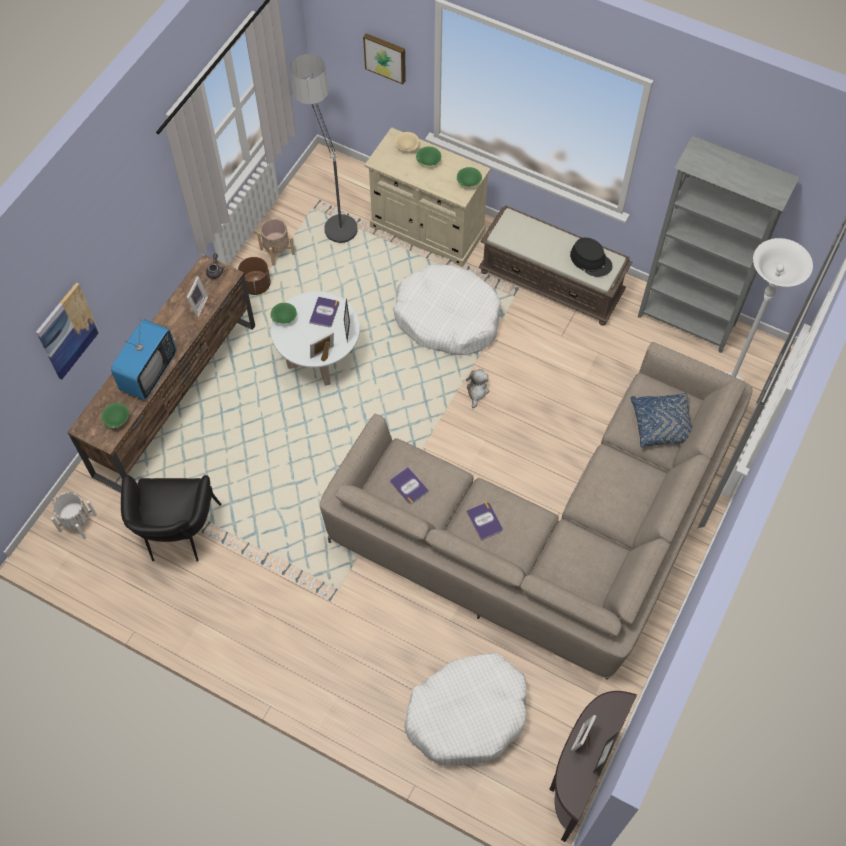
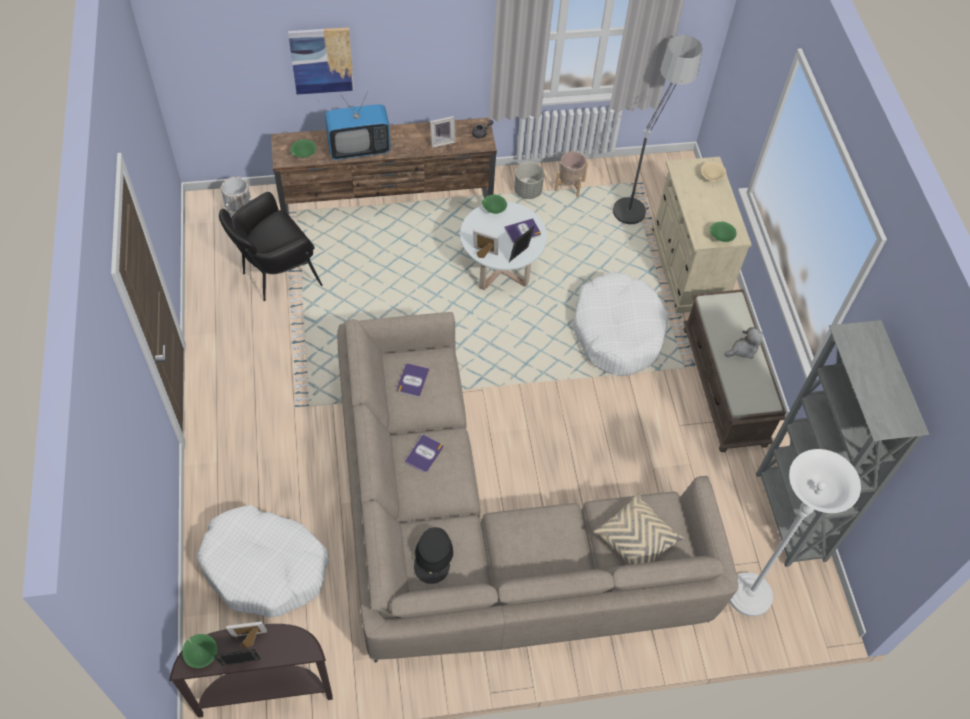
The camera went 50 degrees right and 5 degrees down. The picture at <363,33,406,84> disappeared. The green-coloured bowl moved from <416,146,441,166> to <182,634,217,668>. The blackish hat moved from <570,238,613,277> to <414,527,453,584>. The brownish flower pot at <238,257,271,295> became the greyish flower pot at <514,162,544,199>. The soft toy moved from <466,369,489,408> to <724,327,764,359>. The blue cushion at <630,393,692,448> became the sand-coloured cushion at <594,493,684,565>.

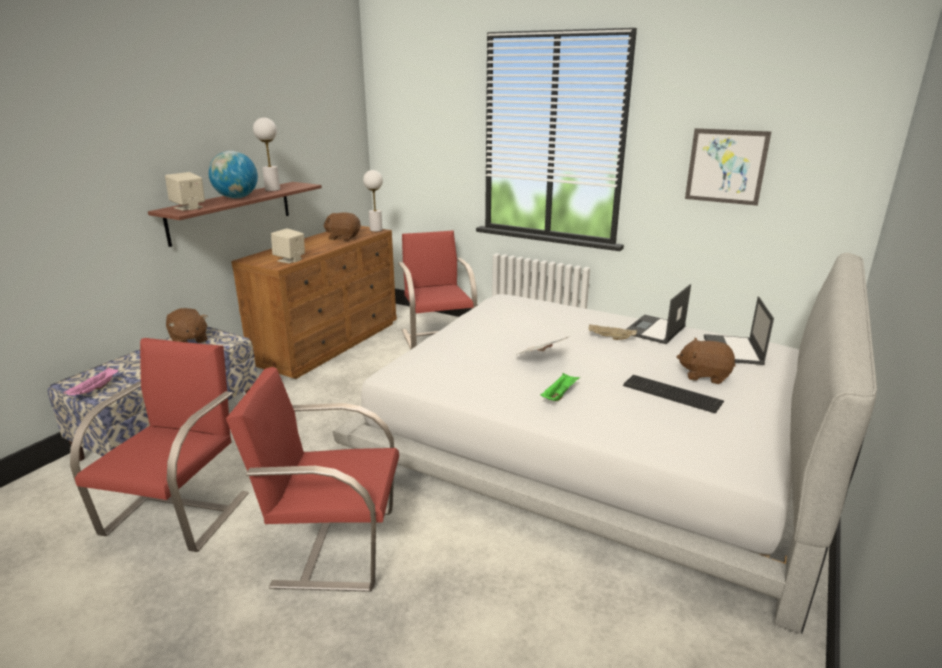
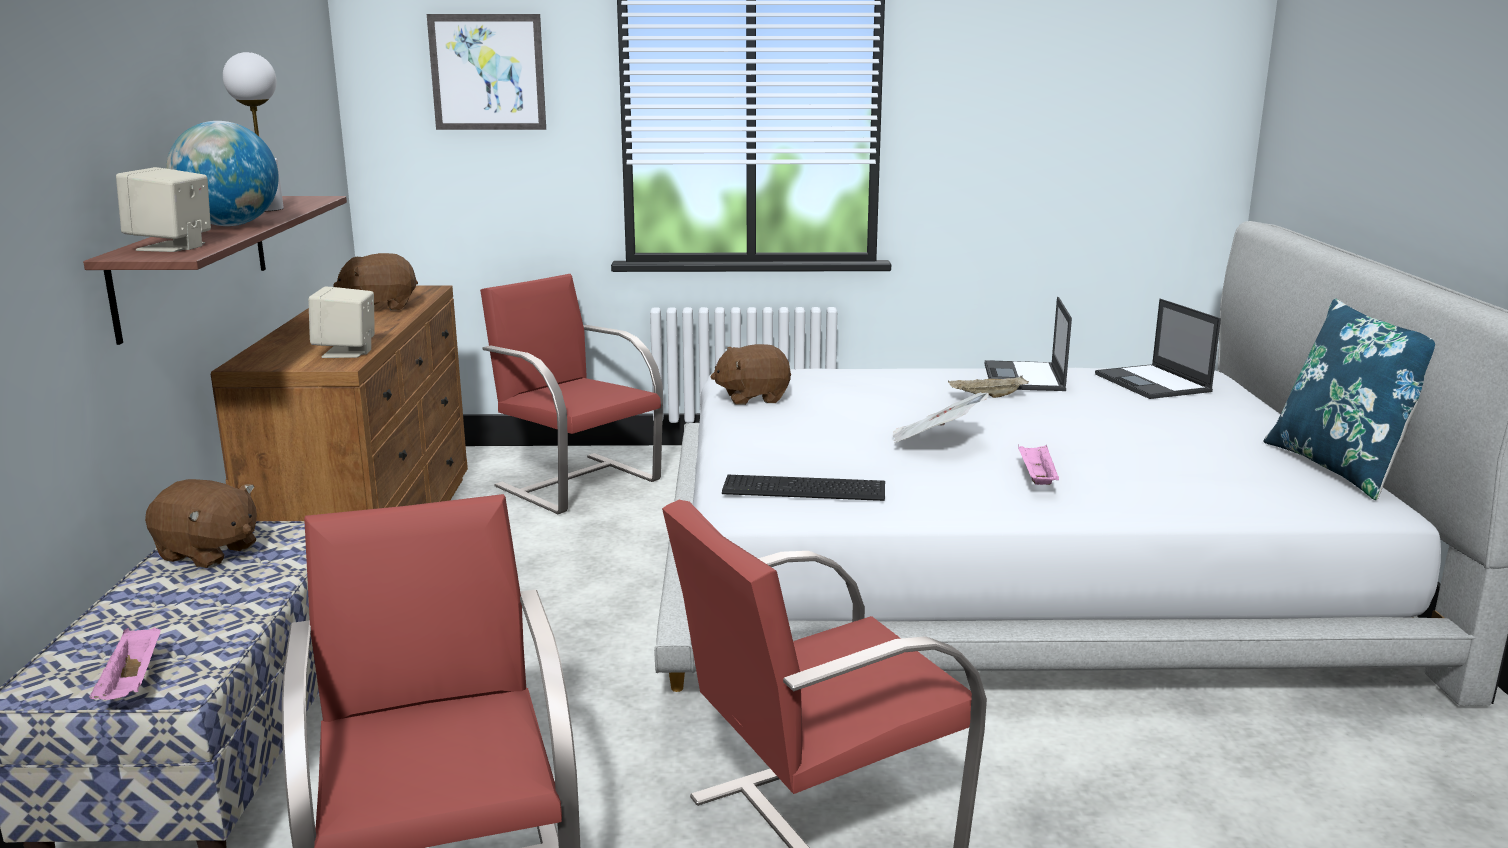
The camera went 30 degrees left and 5 degrees down. The picture moved from <685,128,771,206> to <427,14,546,130>. The white lamp for a table at <363,170,383,232> disappeared. The brownish soft toy moved from <676,338,736,384> to <710,344,791,405>. The green-coloured serving tray at <540,373,580,401> became the pinkish serving tray at <1018,444,1059,485>. The PC keyboard moved from <623,375,724,414> to <722,475,885,501>. The blue cushion at <1264,299,1435,500> appeared.

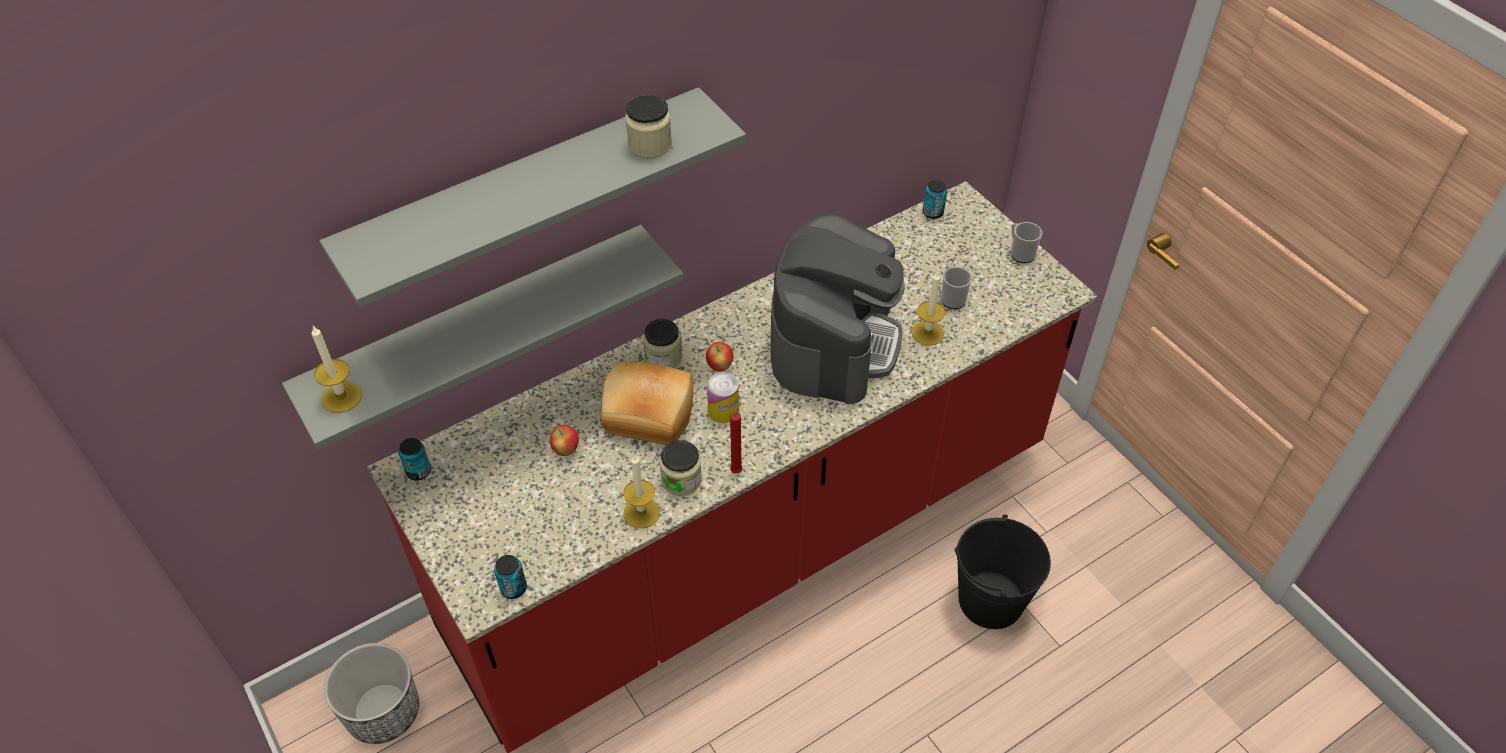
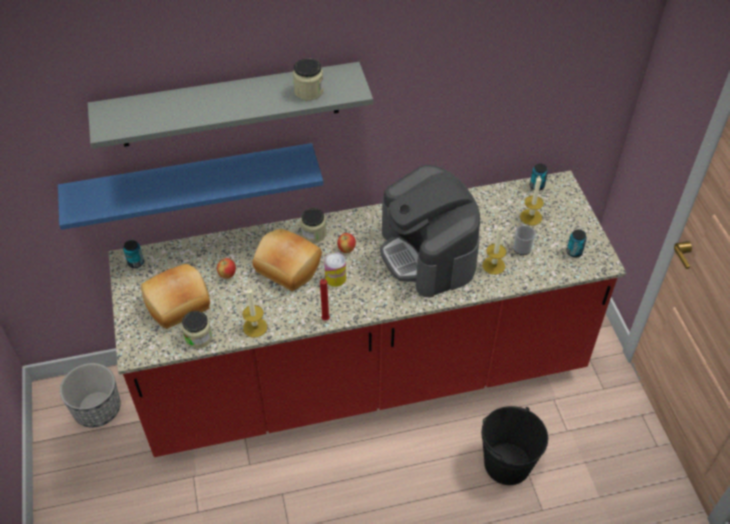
The camera went 20 degrees right and 0 degrees up. The coffee brewer at <770,214,905,404> turned 120 degrees clockwise. The tea mug at <1011,222,1042,263> disappeared. The greyish wall shelf at <282,225,684,450> became the blue wall shelf at <58,143,323,230>. The wax candle moved from <311,326,362,413> to <520,176,544,225>. The jar moved from <660,440,702,496> to <182,311,213,348>. The metal can moved from <494,555,527,599> to <567,229,587,257>. The bread at <141,264,210,329> appeared.

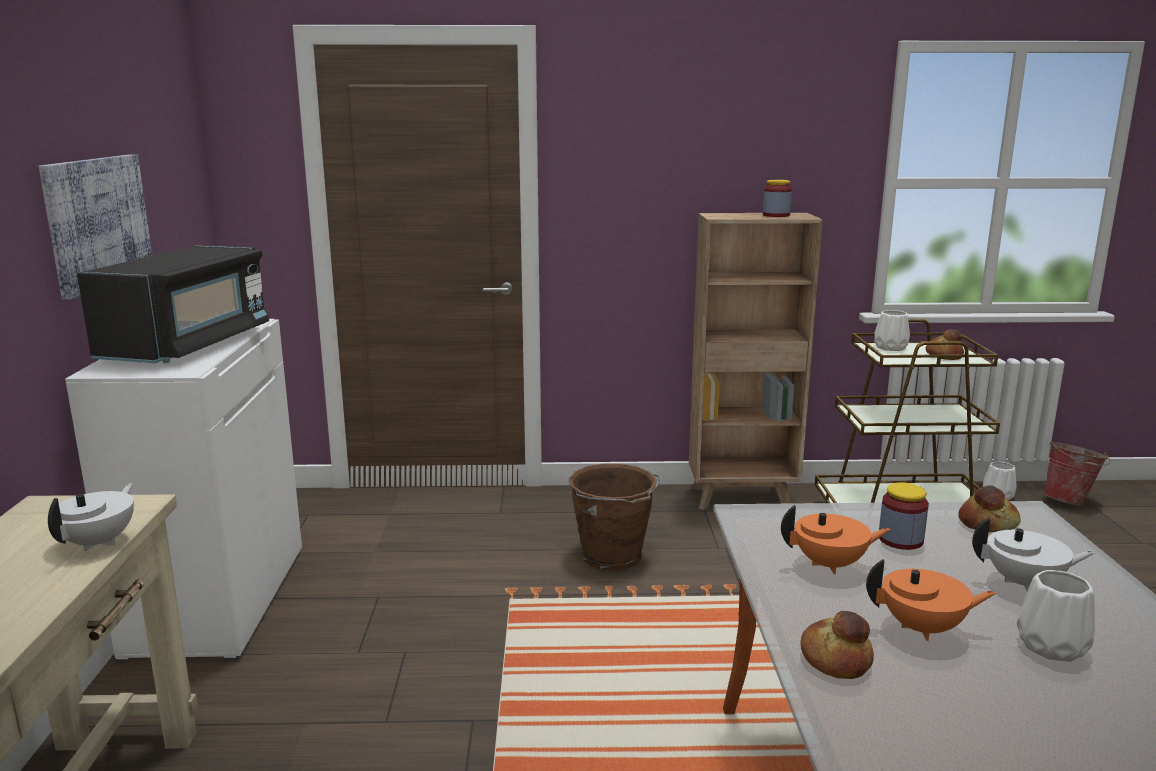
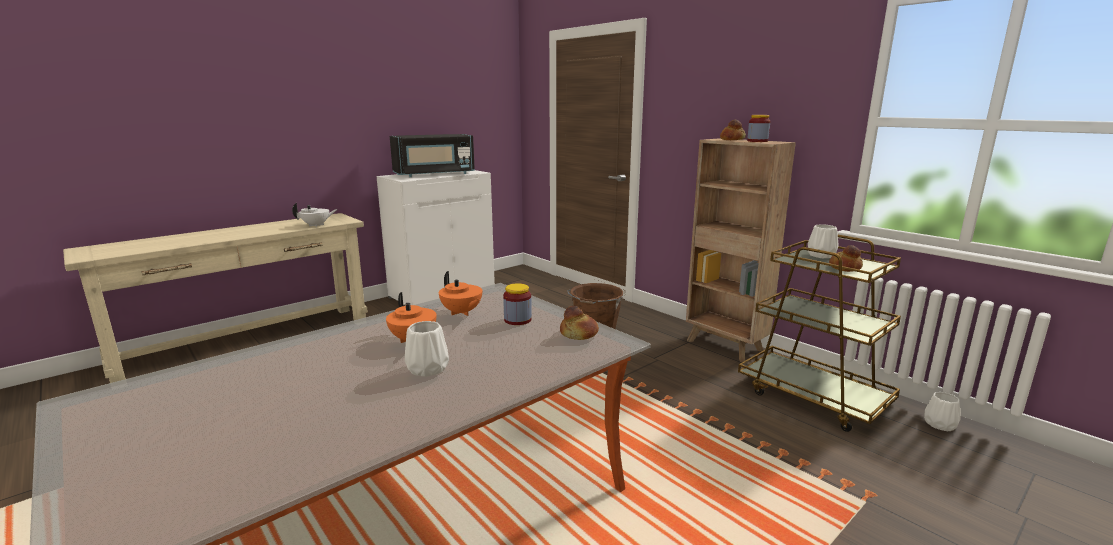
The camera went 50 degrees right and 0 degrees up. The picture at <39,154,152,300> disappeared. The water bucket at <1044,441,1110,506> disappeared. The white tea pot at <972,518,1096,591> disappeared. The bread moved from <801,611,874,679> to <720,119,746,140>.

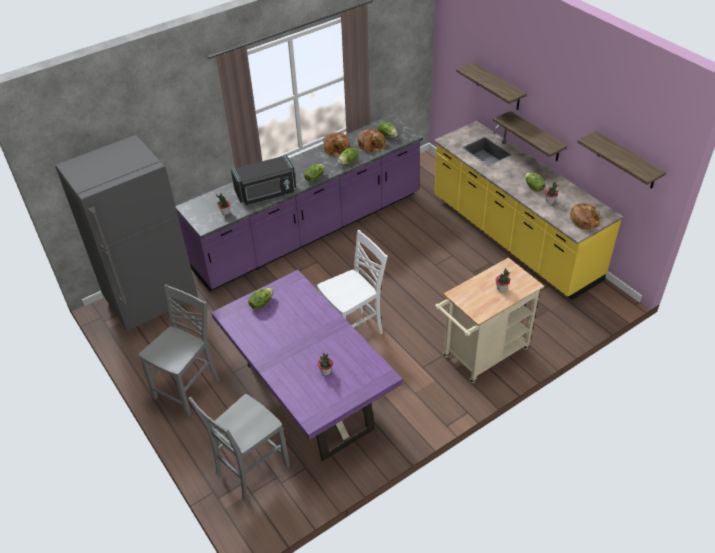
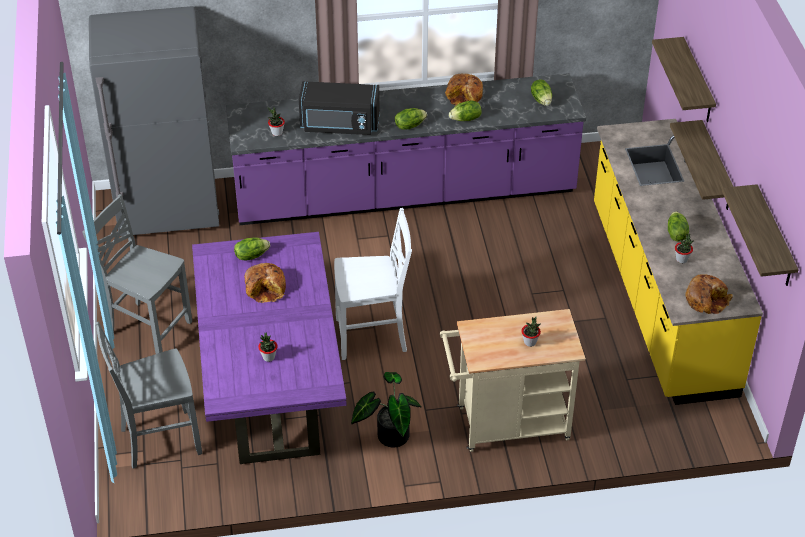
The camera went 25 degrees right and 0 degrees up. The bread moved from <358,129,387,153> to <245,263,286,303>. The greyish upright chair at <139,284,220,417> turned 120 degrees counterclockwise. The potted plant at <351,372,422,448> appeared.

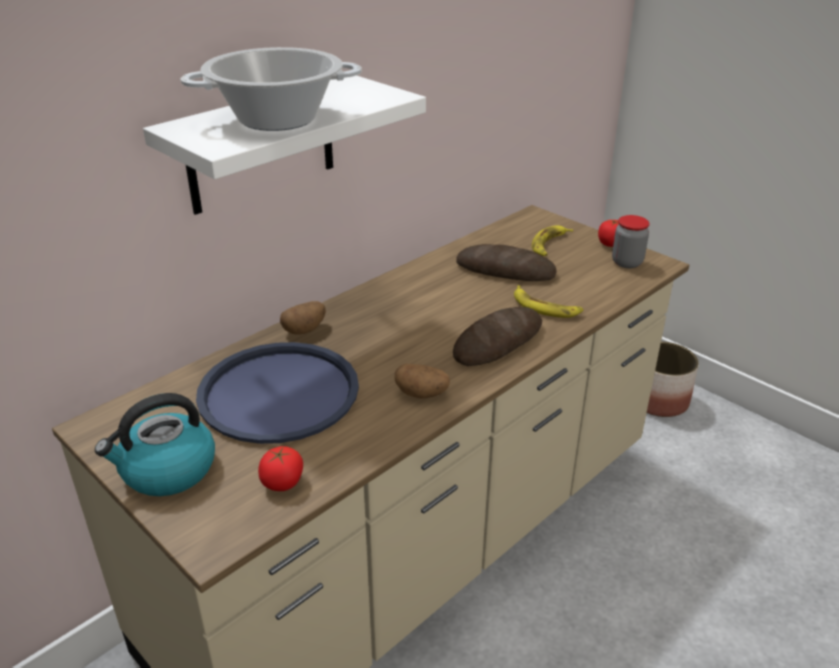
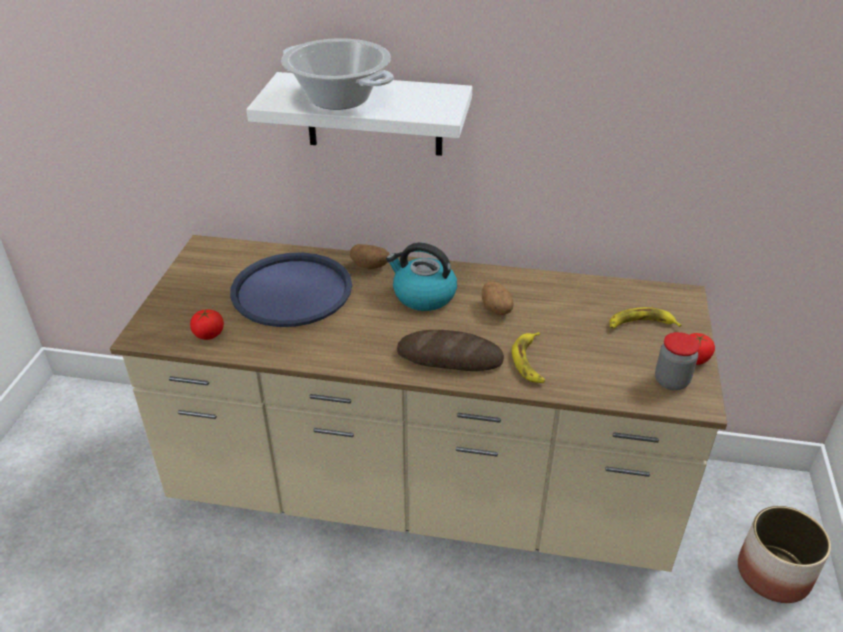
The camera went 55 degrees right and 5 degrees up. The bread at <456,244,556,281> disappeared. The potato moved from <395,364,450,398> to <482,281,513,315>. The tea kettle moved from <95,393,215,496> to <386,243,457,311>.

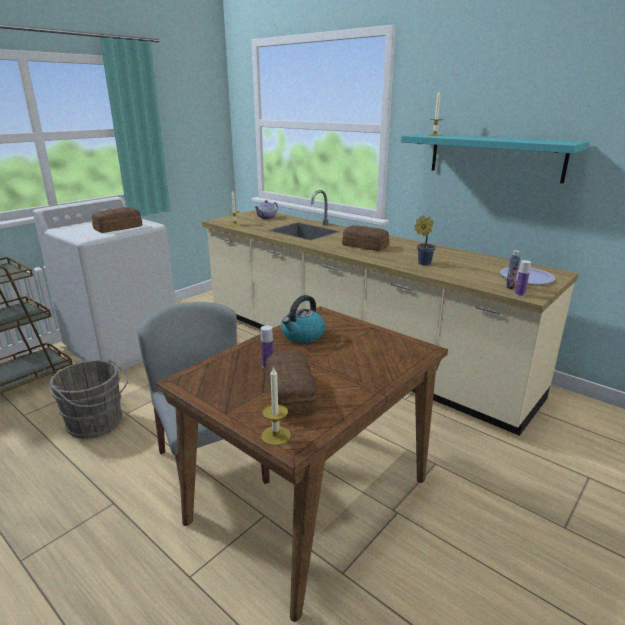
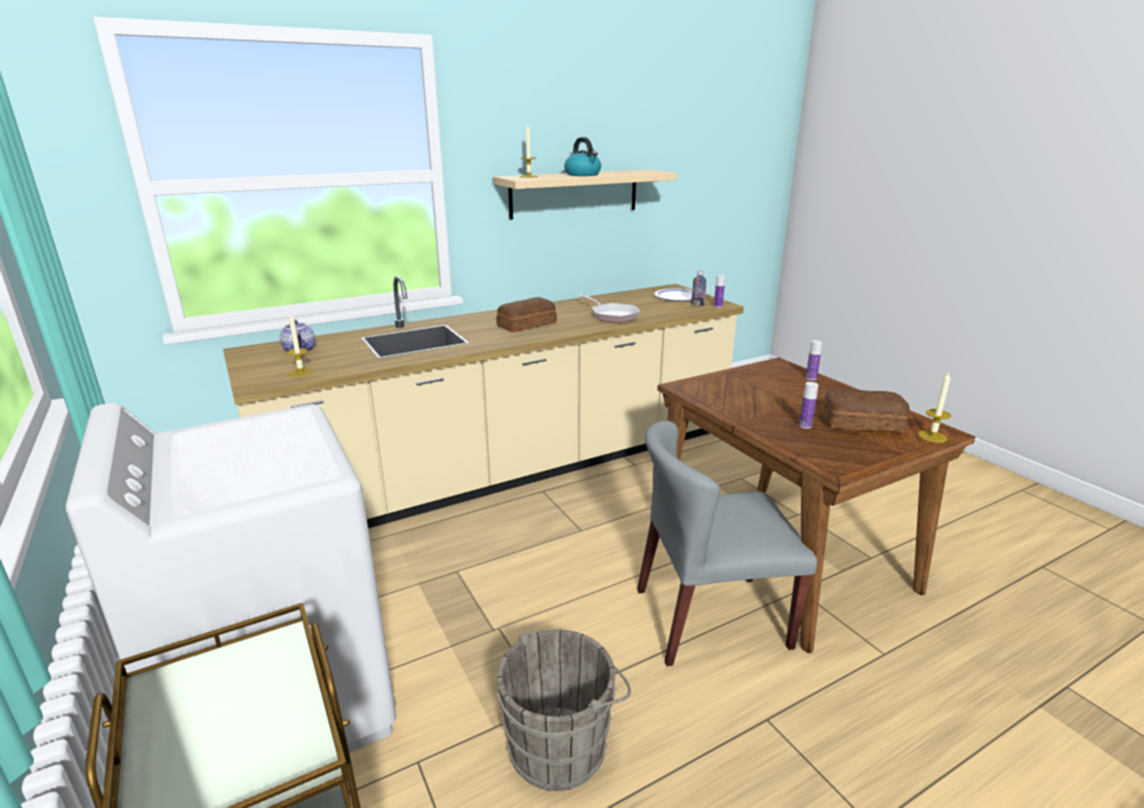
The camera went 70 degrees left and 0 degrees up. The turquoise wall shelf at <401,134,589,183> became the sand-coloured wall shelf at <493,169,676,220>. The bread at <92,207,142,233> disappeared. The potted plant at <414,215,436,265> was replaced by the frying pan at <578,294,640,323>. The tea kettle moved from <281,295,325,343> to <564,137,601,176>. The beverage bottle at <806,340,822,380> appeared.

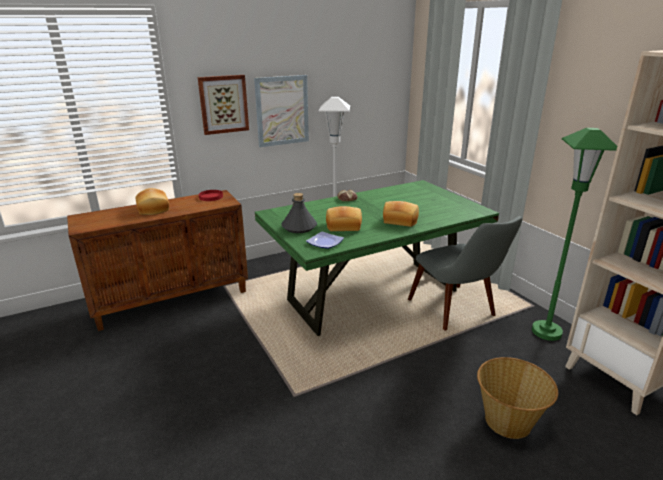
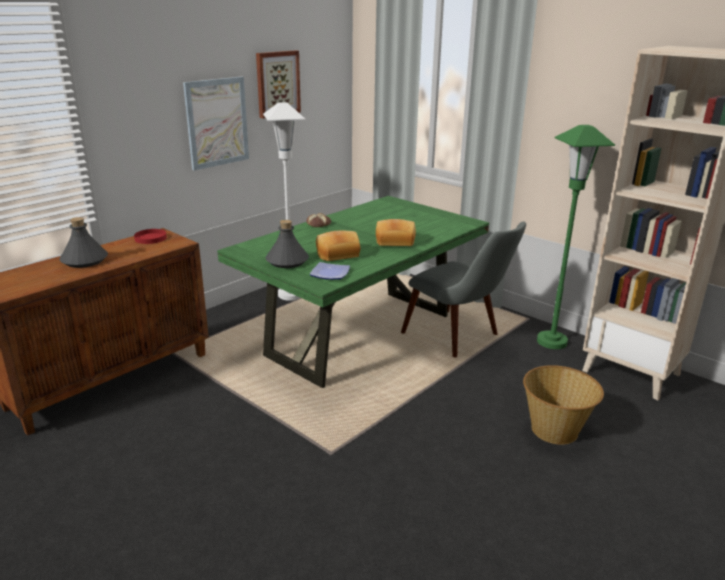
The camera went 20 degrees left and 0 degrees up. The picture moved from <198,75,249,135> to <256,50,301,118>. The bread at <135,188,169,215> was replaced by the greyish beverage bottle at <59,217,108,268>.

